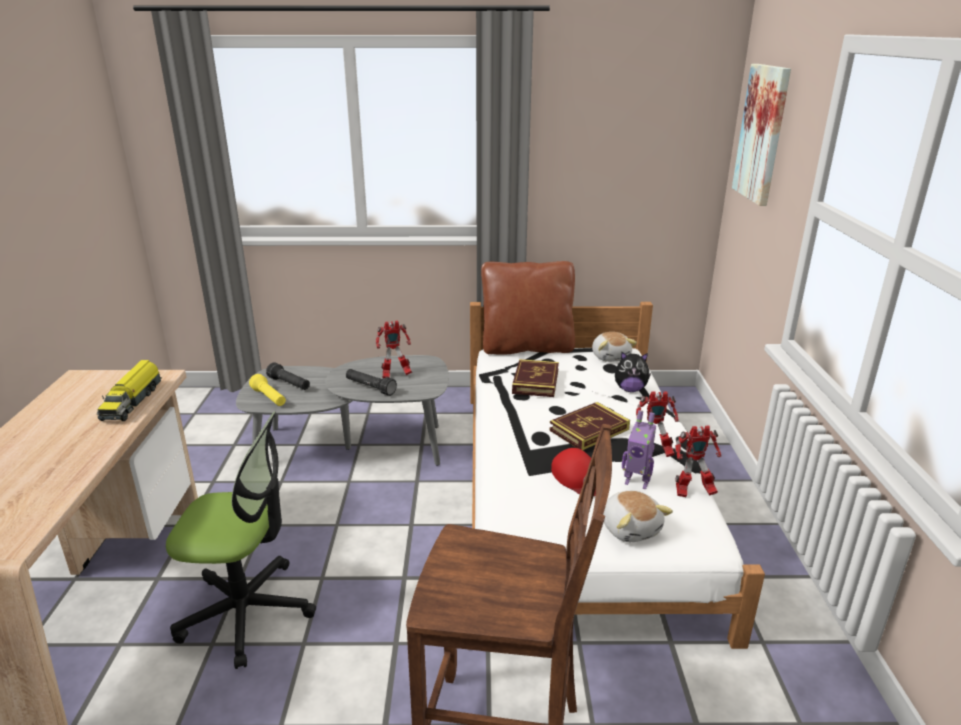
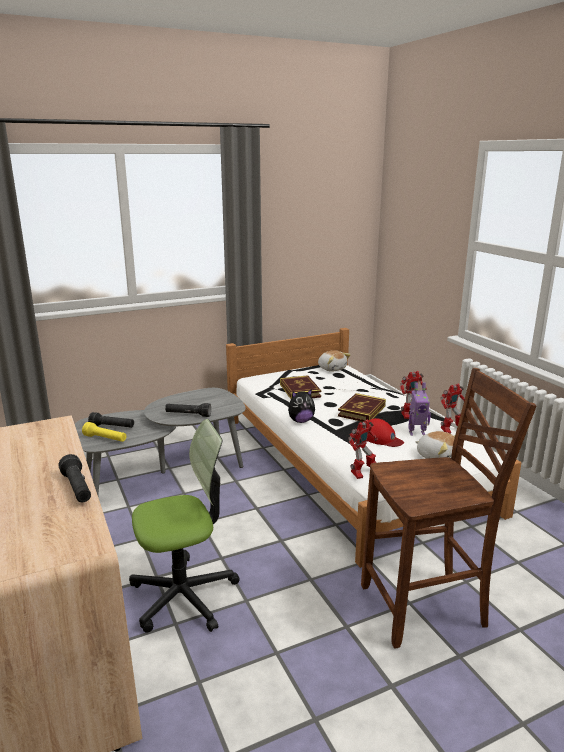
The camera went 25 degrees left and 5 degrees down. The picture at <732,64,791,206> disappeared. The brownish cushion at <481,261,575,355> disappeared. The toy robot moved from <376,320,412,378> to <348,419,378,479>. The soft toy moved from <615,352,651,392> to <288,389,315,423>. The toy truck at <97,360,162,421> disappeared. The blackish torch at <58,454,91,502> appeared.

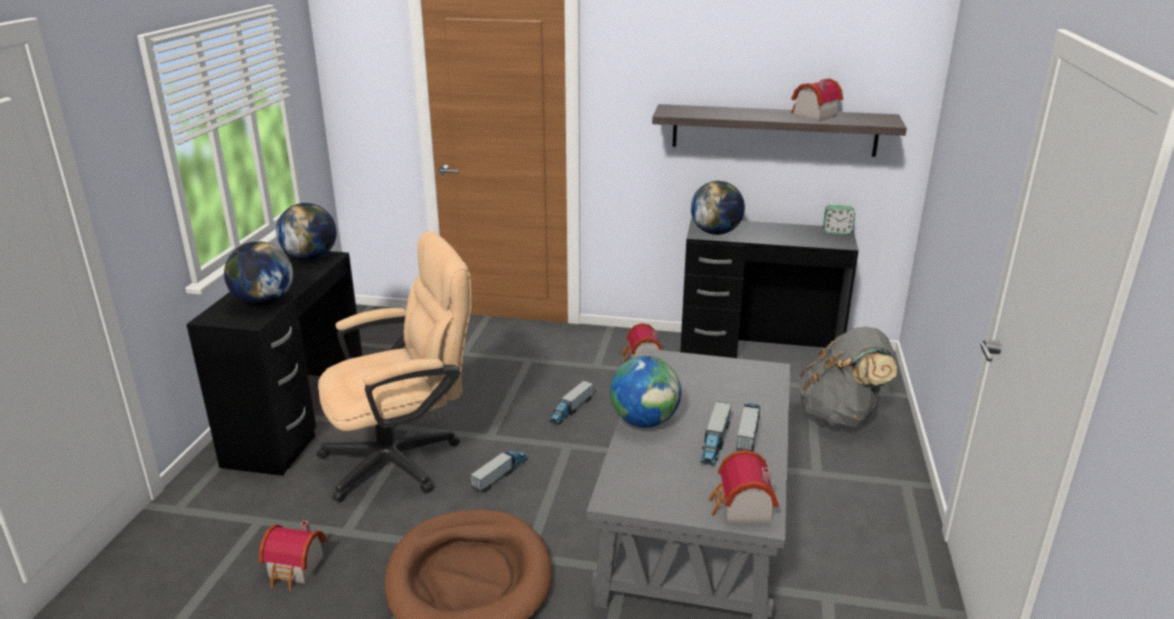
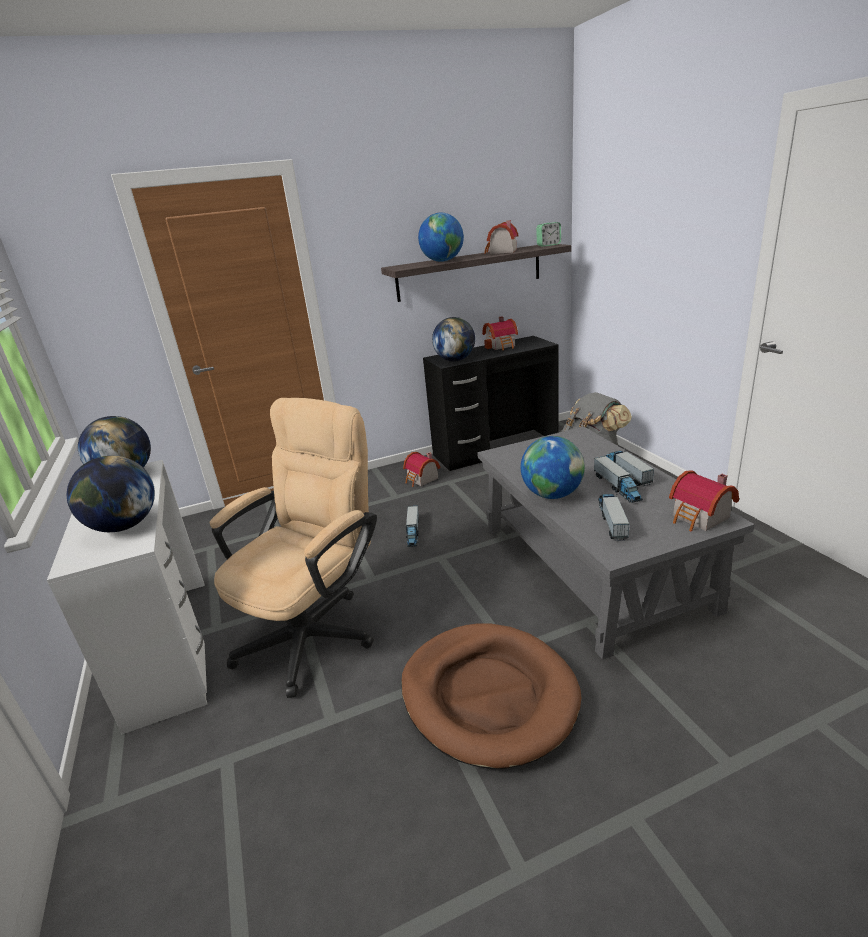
The camera went 30 degrees left and 0 degrees up. The bedside clock moved from <823,205,855,234> to <536,222,561,247>. The blackish desk at <186,251,362,476> became the white desk at <47,460,207,734>. The toy truck moved from <470,450,528,493> to <598,494,629,541>. The toy house moved from <259,521,326,591> to <482,316,518,350>. The desk globe at <418,213,464,262> appeared.

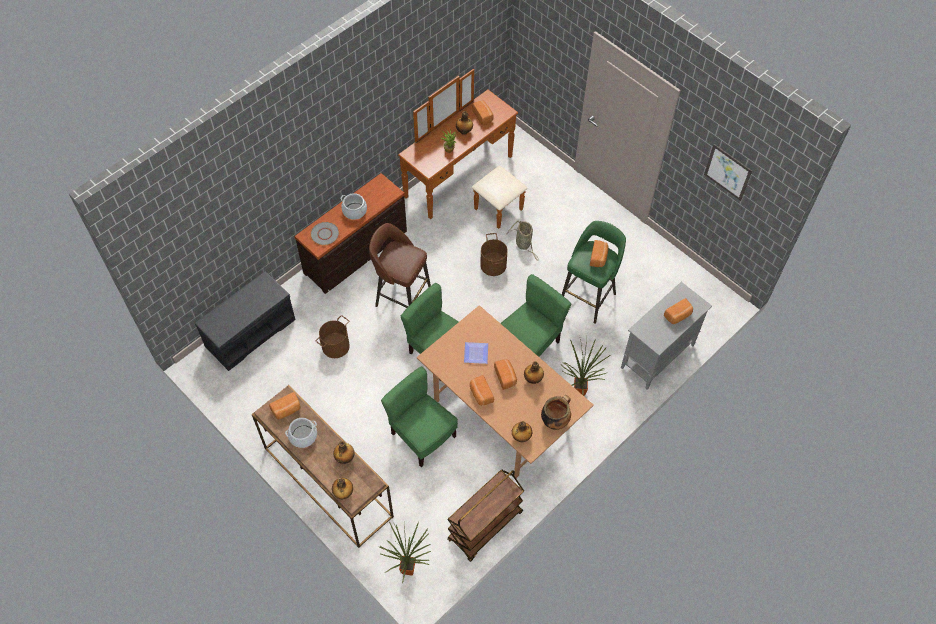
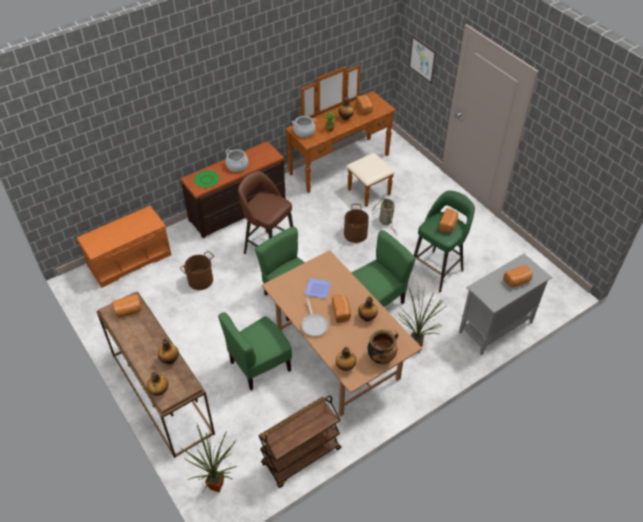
The camera went 10 degrees right and 10 degrees down. The picture moved from <704,144,752,201> to <408,35,437,84>. The greyish flat dish at <310,222,339,245> became the green-coloured flat dish at <194,170,220,188>. The greyish long seat at <195,271,295,371> became the orange-coloured long seat at <77,206,171,288>. The green-coloured upright chair at <381,366,458,467> turned 90 degrees counterclockwise. The bread at <470,375,494,406> was replaced by the frying pan at <301,298,329,336>. The cooking pot moved from <285,418,317,448> to <292,116,316,138>.

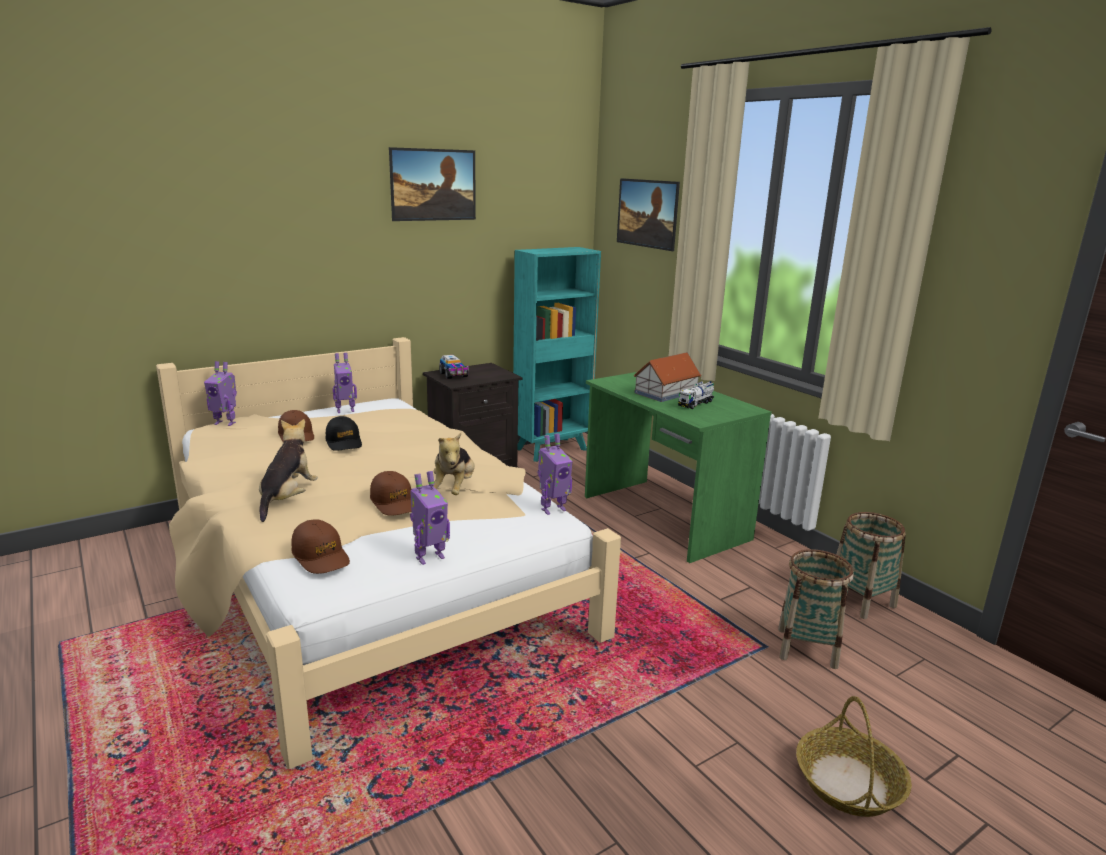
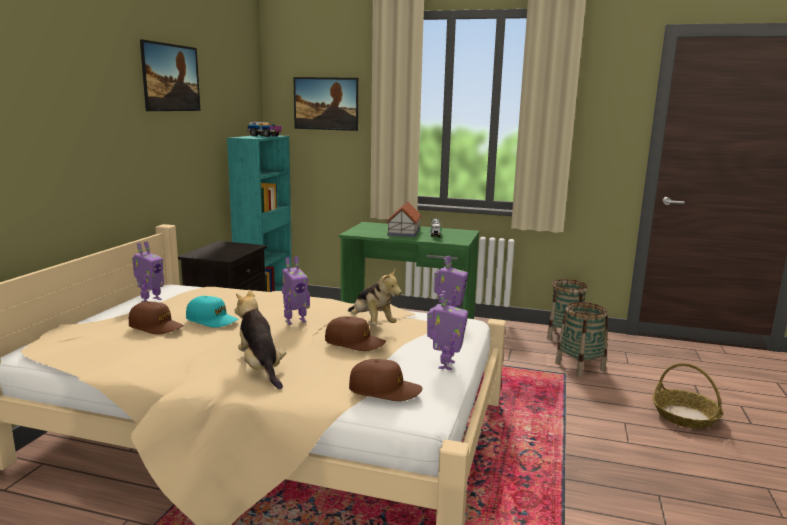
The camera went 40 degrees left and 5 degrees down. The toy truck moved from <439,355,469,379> to <247,122,282,137>. The toy robot moved from <204,361,237,426> to <281,256,310,325>. The blackish cap at <325,416,362,451> became the turquoise cap at <186,296,239,328>.

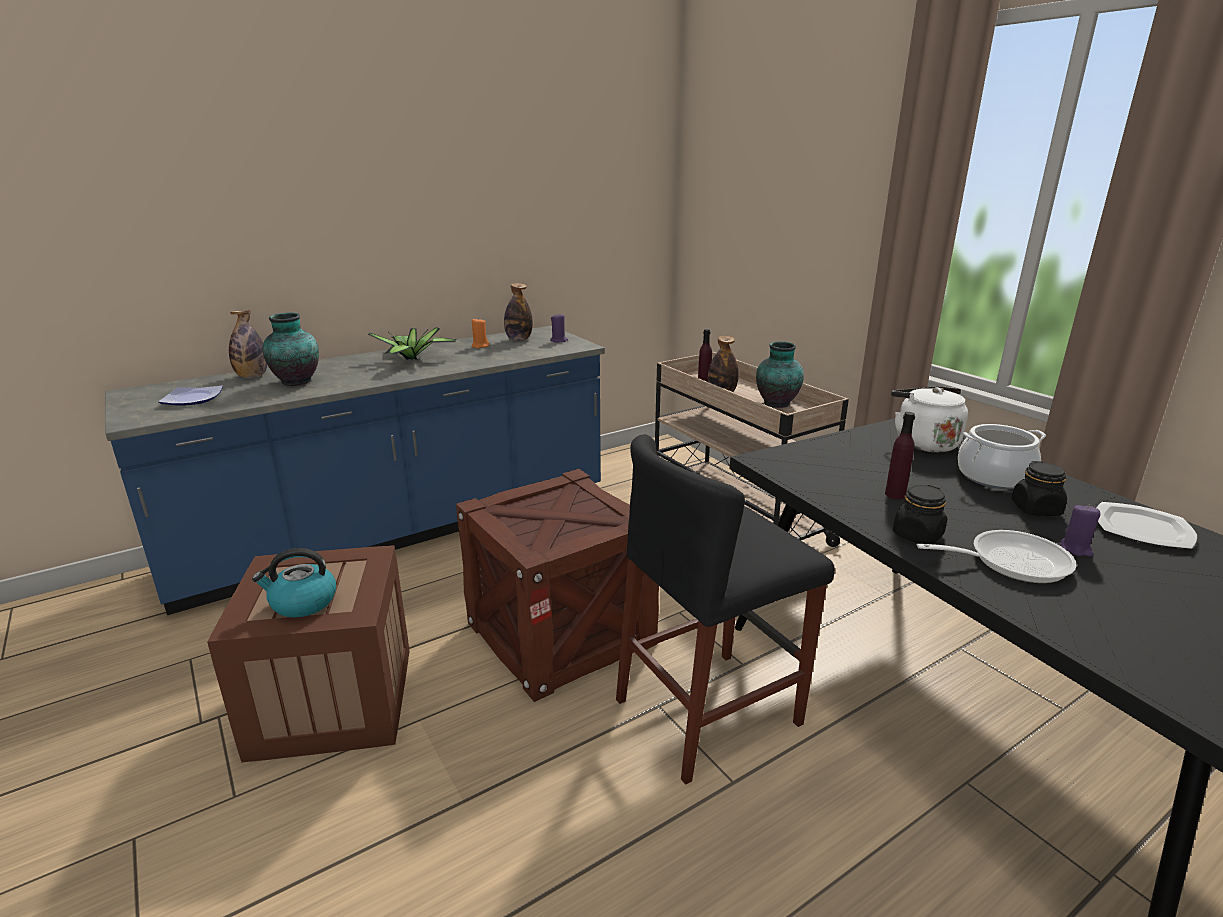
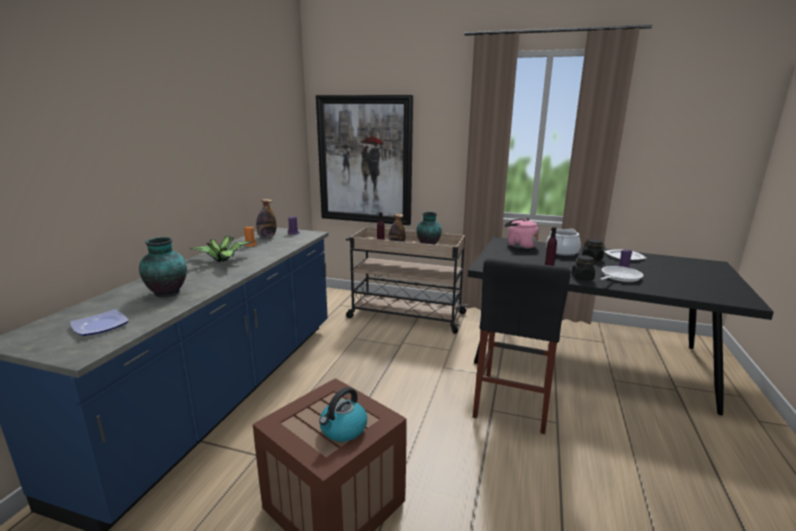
The camera went 40 degrees left and 5 degrees down. The beverage bottle at <229,310,267,378> disappeared. The white tea kettle at <891,386,968,453> became the pinkish tea kettle at <504,218,539,249>. The crate at <456,469,659,702> disappeared. The picture at <316,95,413,225> appeared.

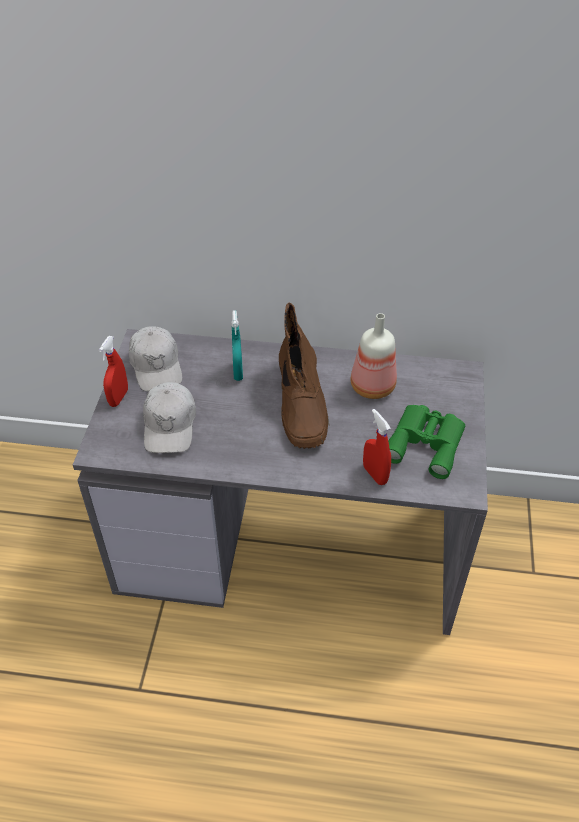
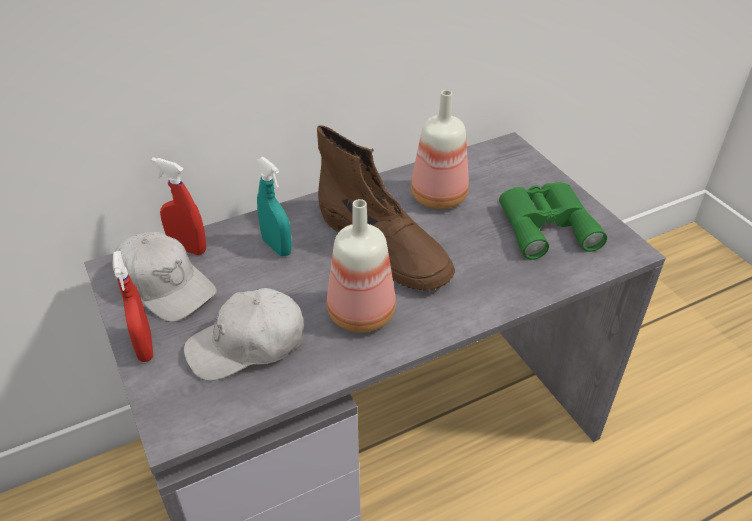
The camera went 35 degrees left and 5 degrees down. The white cap at <143,382,196,453> turned 105 degrees clockwise. The red-coloured sprayer moved from <363,409,391,485> to <151,157,206,255>. The beverage bottle at <327,199,396,333> appeared.

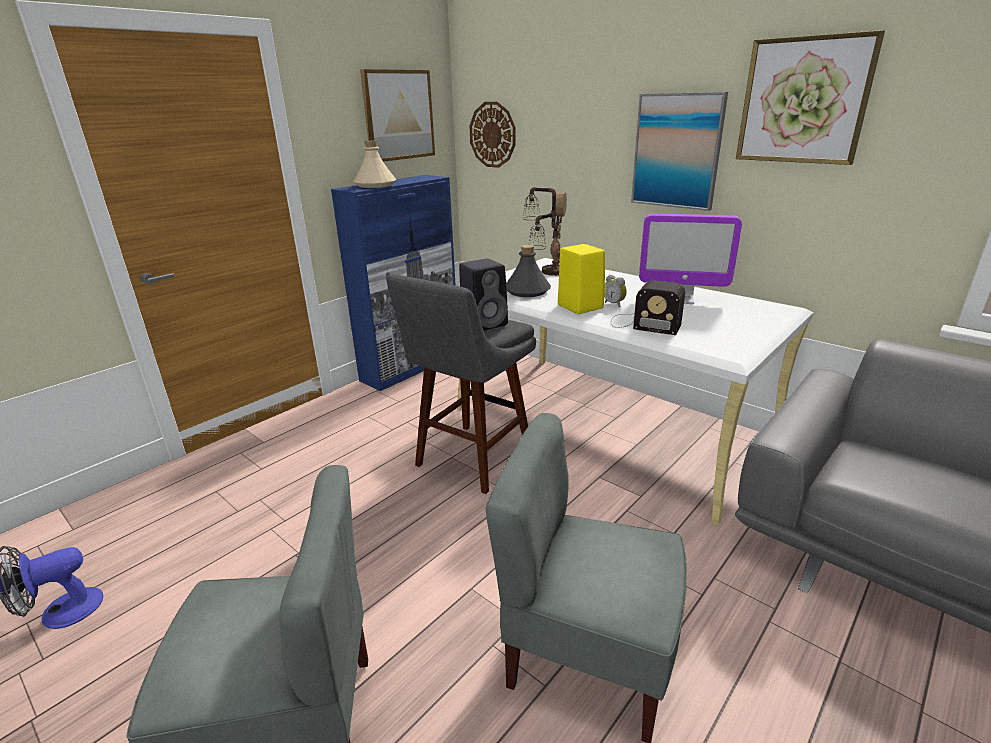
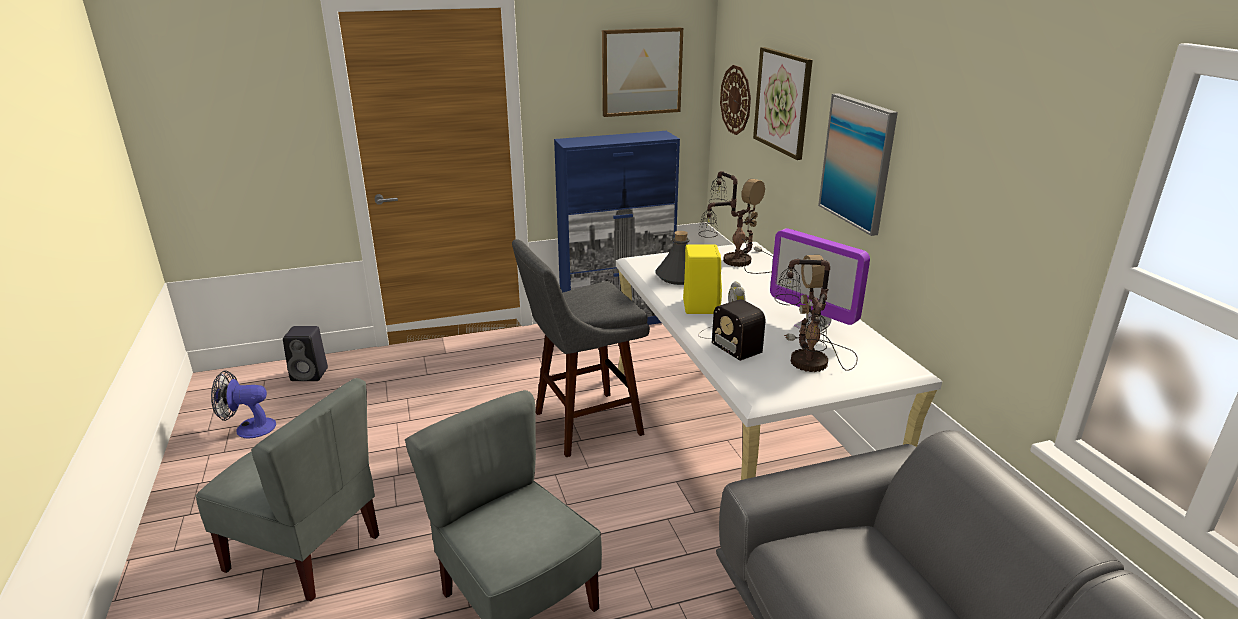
The camera went 30 degrees right and 0 degrees up. The picture moved from <736,30,885,165> to <753,47,813,160>. The sand-coloured beverage bottle at <353,141,396,188> disappeared. The blackish speaker moved from <459,258,508,331> to <283,326,328,381>. The lamp for a table at <774,255,857,372> appeared.

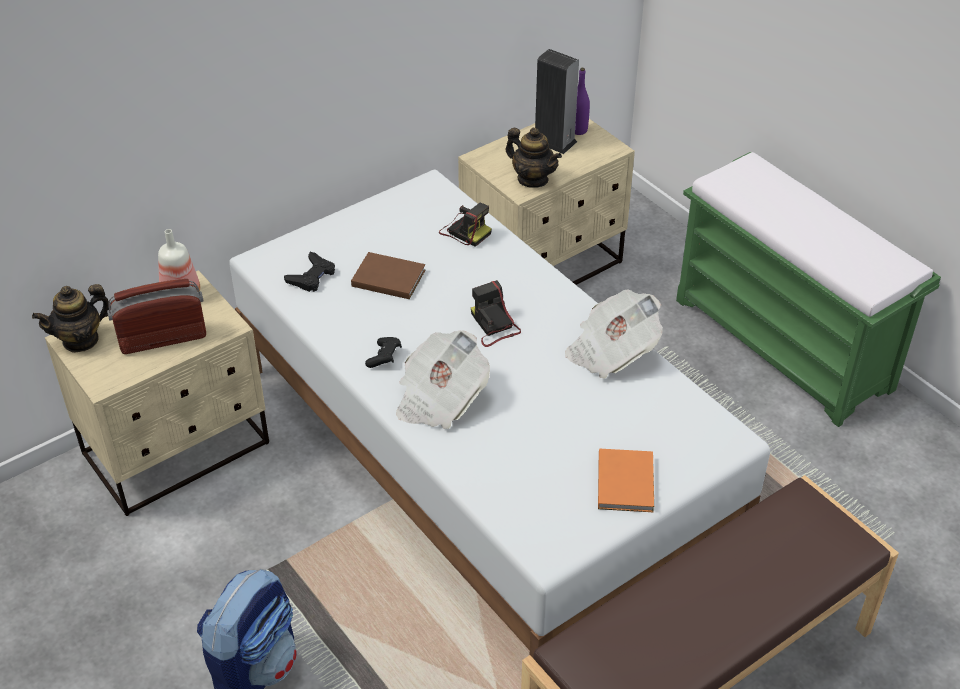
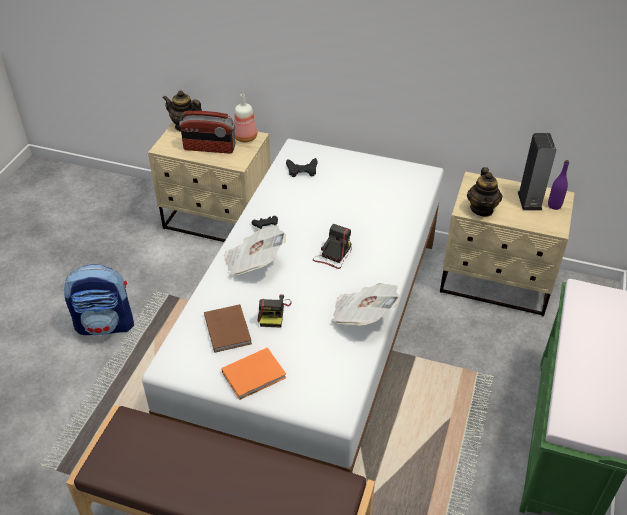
The camera went 55 degrees right and 0 degrees up. The photo camera moved from <439,203,492,247> to <258,295,292,328>. The brownish volume moved from <351,252,425,299> to <204,304,252,353>. The radio set at <107,279,206,354> turned 150 degrees clockwise.

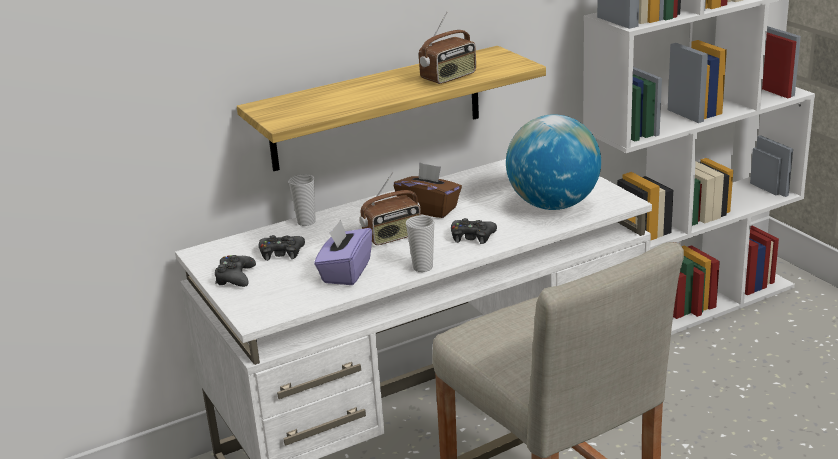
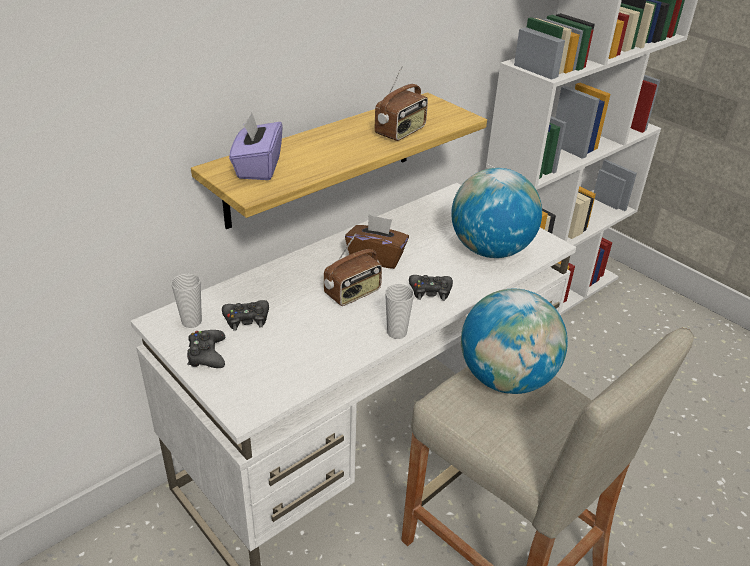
The camera went 15 degrees left and 10 degrees up. The drinking cup moved from <289,174,315,226> to <171,273,202,328>. The purplish tissue box moved from <314,220,372,285> to <229,113,283,180>. The desk globe at <461,289,568,394> appeared.

